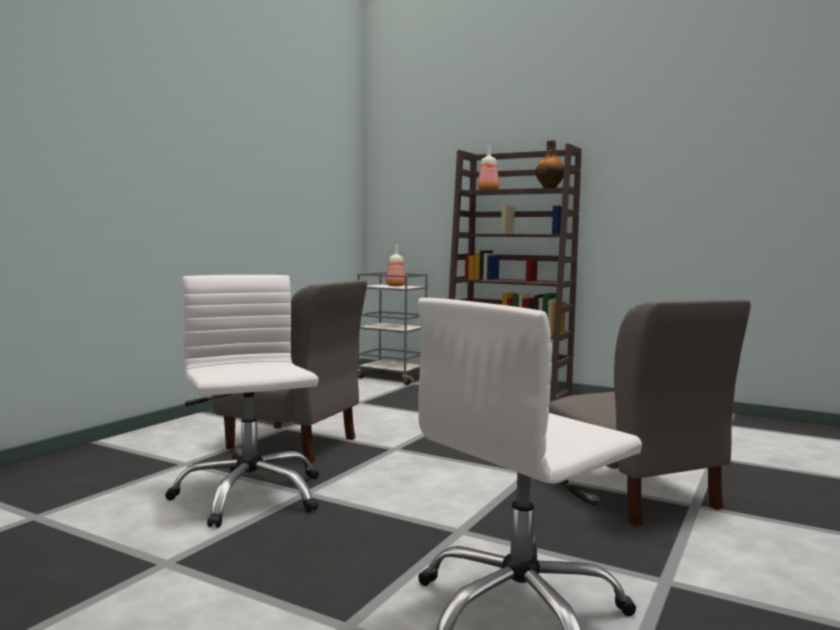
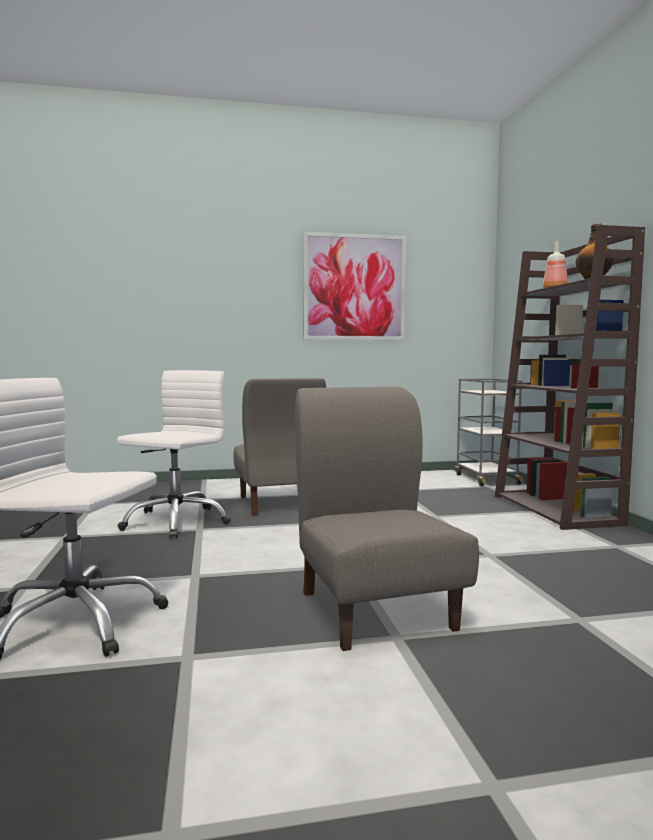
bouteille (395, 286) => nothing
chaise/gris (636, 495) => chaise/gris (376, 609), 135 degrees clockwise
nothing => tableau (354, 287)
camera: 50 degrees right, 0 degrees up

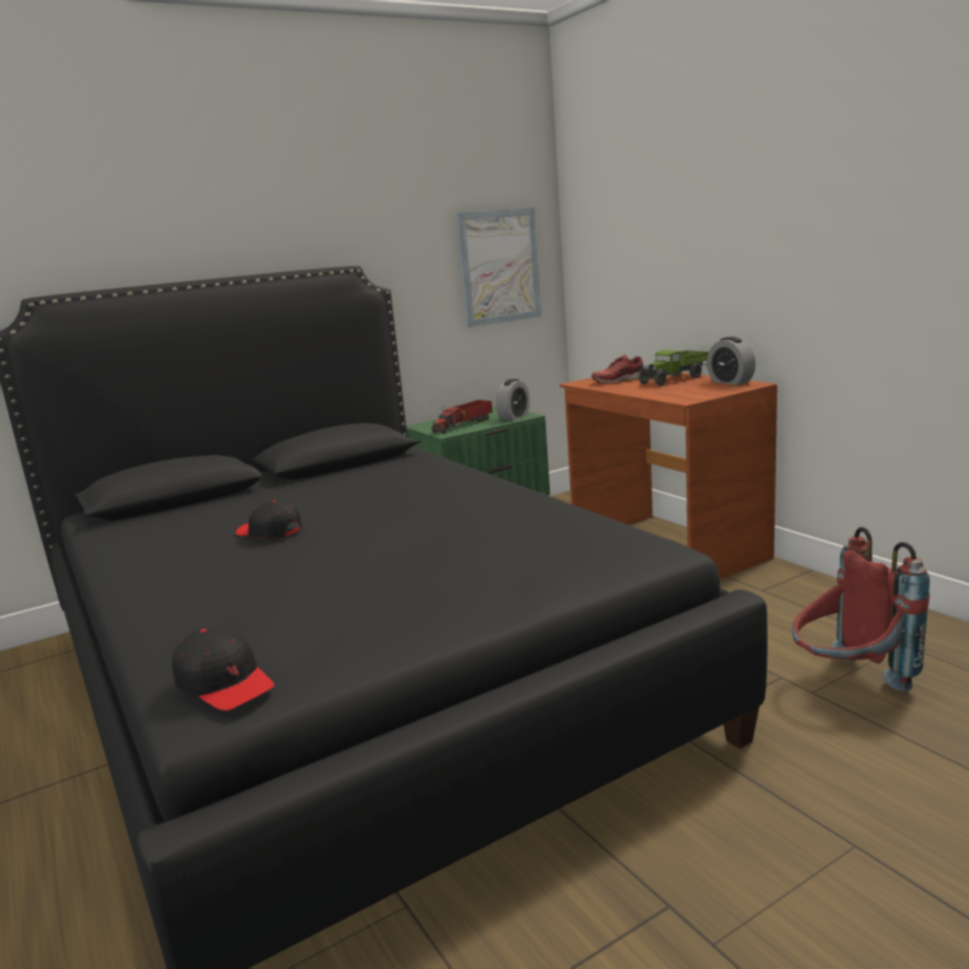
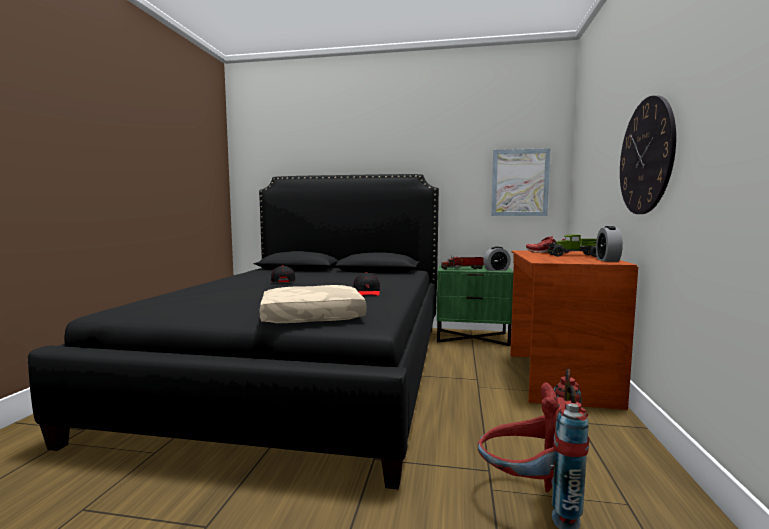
casquette/noir (224, 683) => casquette/noir (367, 292), shifted
nothing => coussin/beige (311, 317)
nothing => horloge murale (646, 156)
camera: 40 degrees right, 10 degrees down

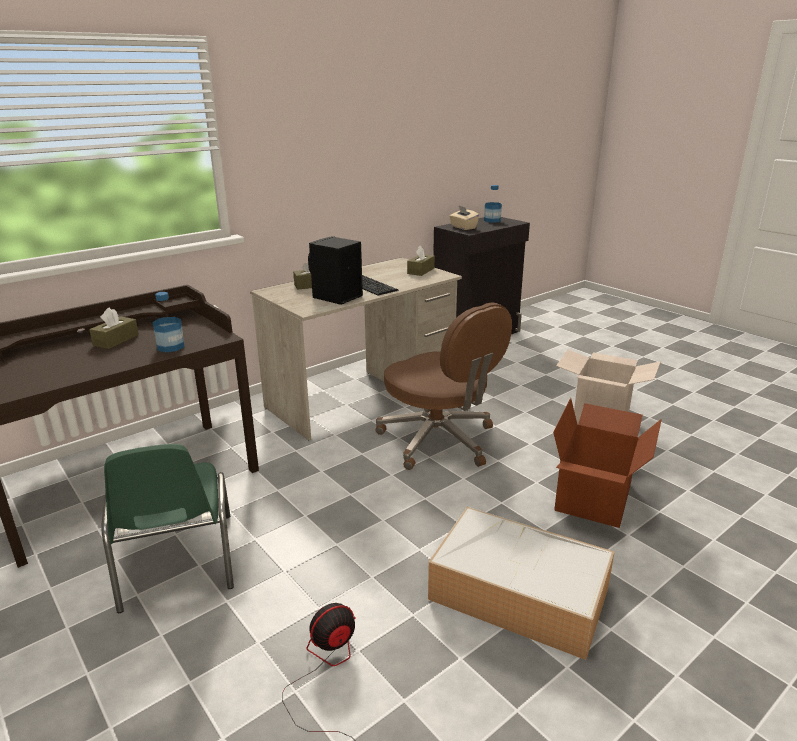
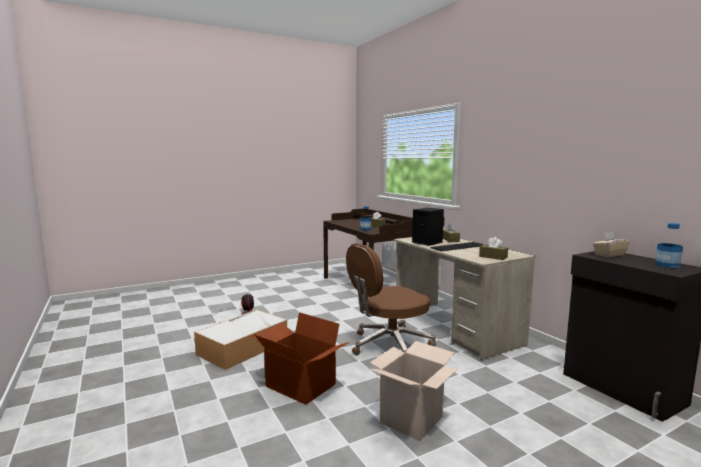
chaise/vert (176, 562) => nothing
camera: 100 degrees right, 15 degrees down

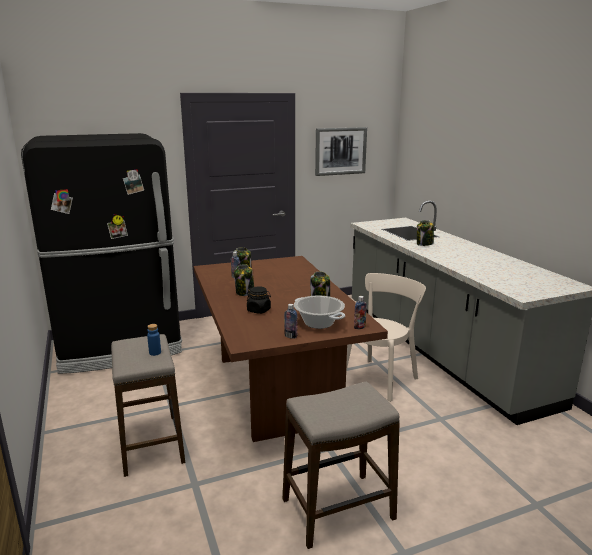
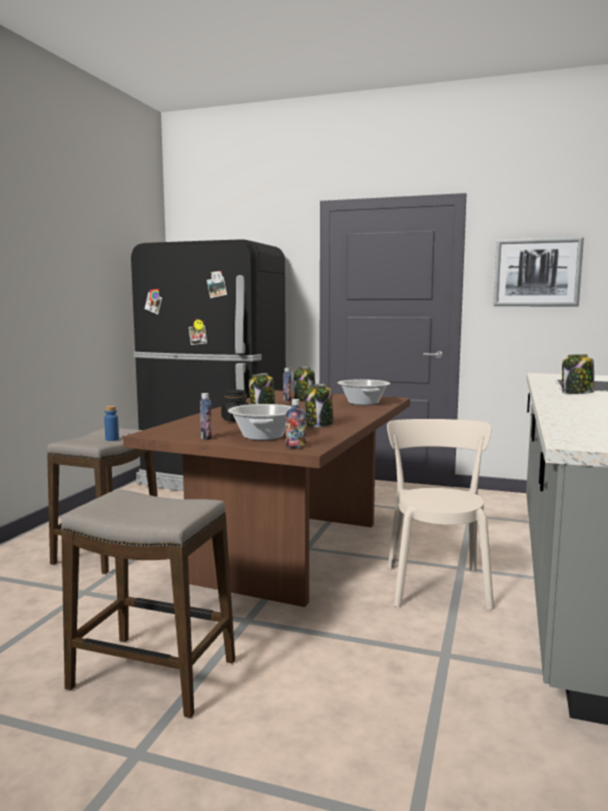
chaise/beige (381, 378) => chaise/beige (436, 584), 75 degrees counterclockwise
nothing => marmite (363, 403)
camera: 40 degrees right, 10 degrees down

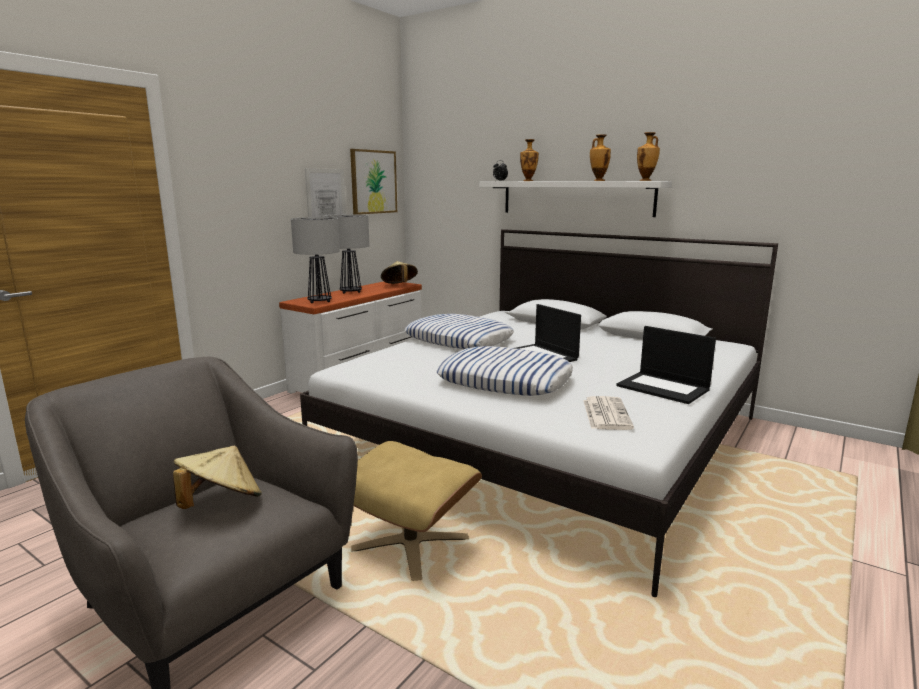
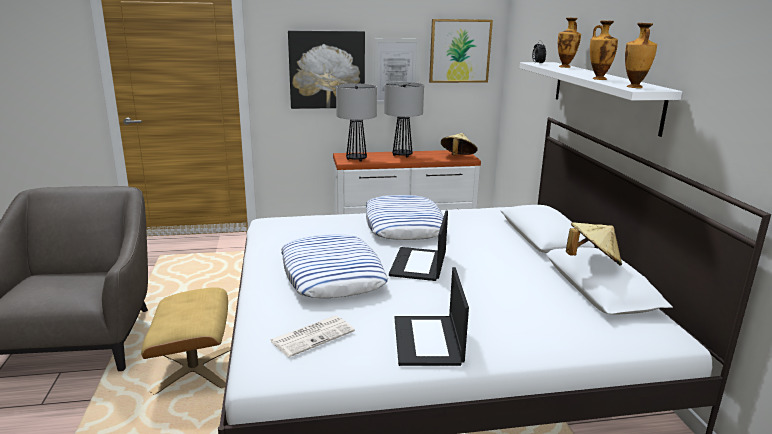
chapeau/beige (221, 503) => chapeau/beige (592, 261), shifted
nothing => tableau (327, 69)
camera: 45 degrees right, 5 degrees up

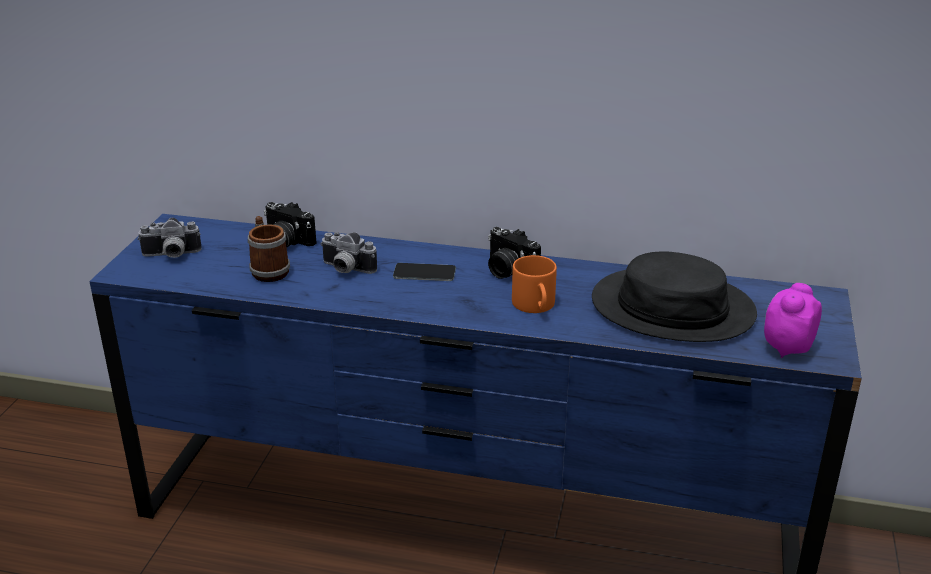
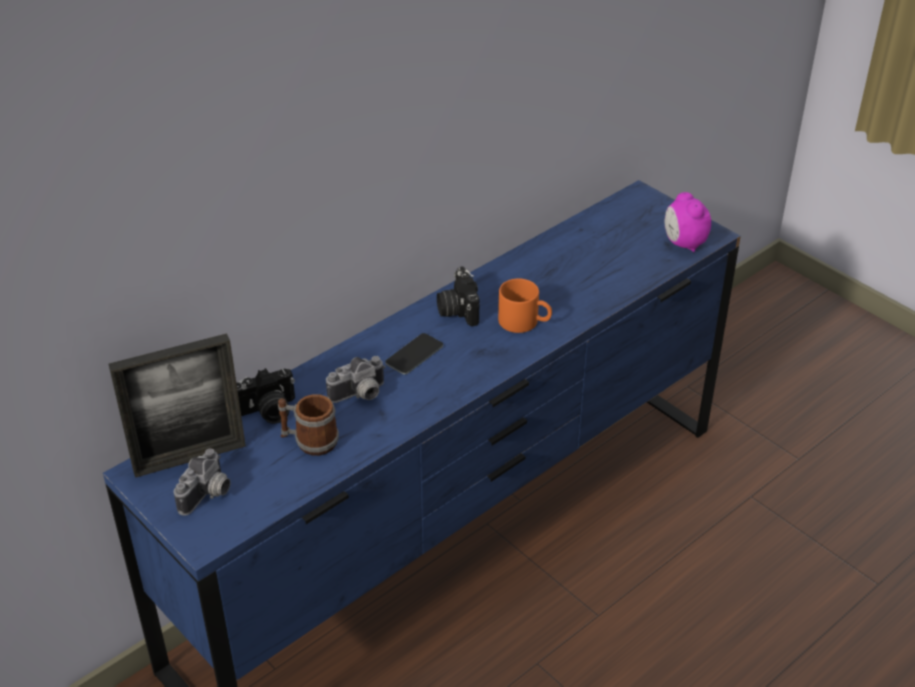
appareil photo (508, 270) => appareil photo (457, 310), 90 degrees clockwise
chapeau/noir (672, 308) => nothing
nothing => cadre photo (189, 458)
camera: 55 degrees left, 10 degrees up

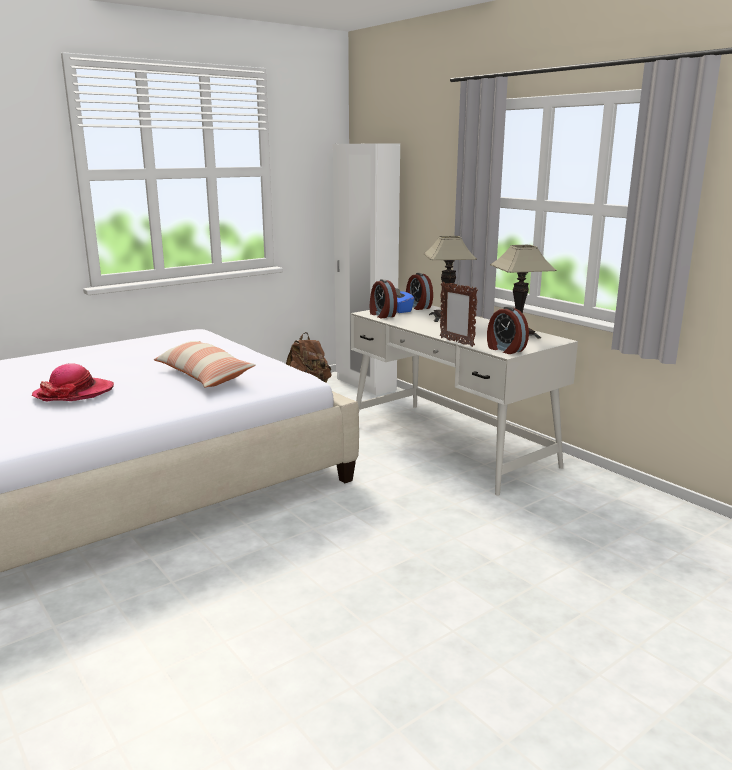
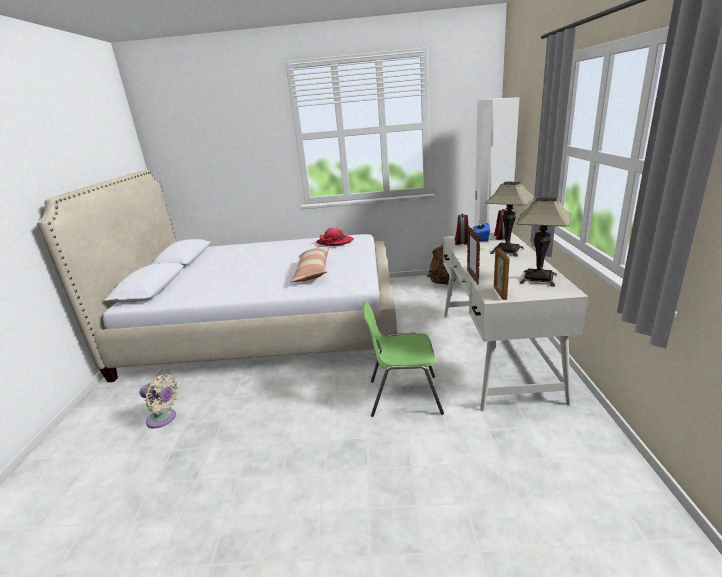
chapeau (74, 393) => chapeau (335, 242), shifted
réveil (505, 349) => cadre photo (499, 293)
nothing => ventilateur/beige (164, 419)
nothing => chaise/vert (403, 396)
camera: 40 degrees right, 5 degrees up

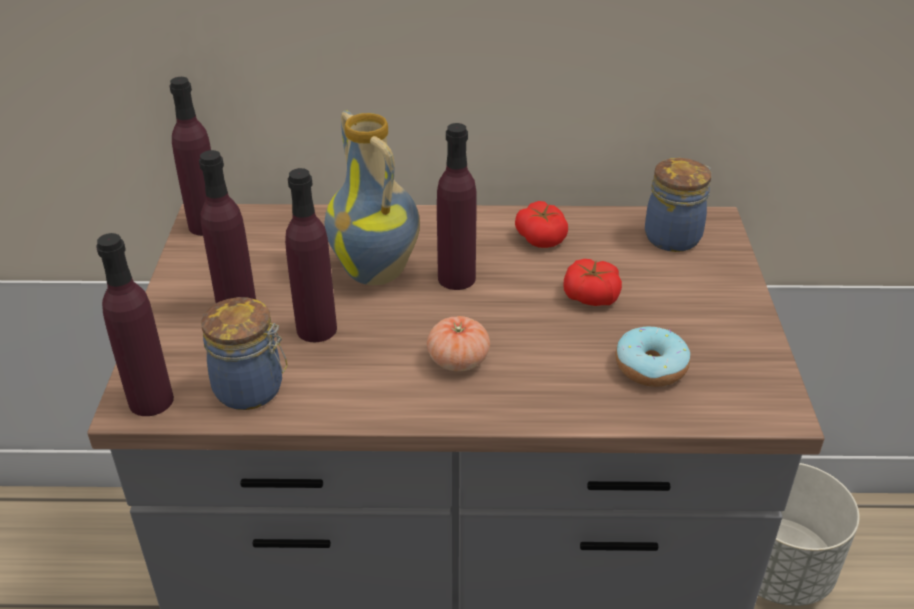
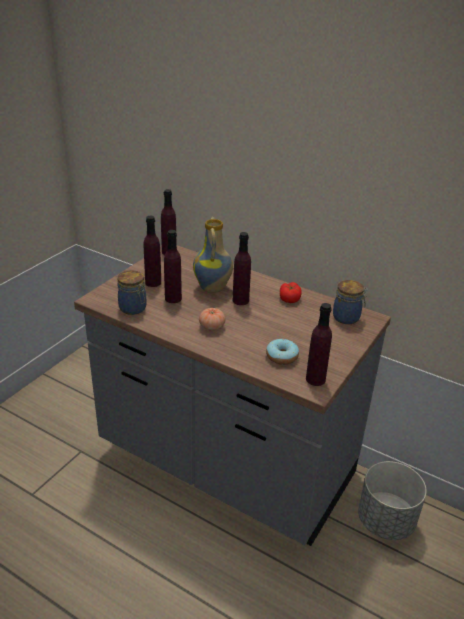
bouteille/violet (151, 400) => bouteille/violet (315, 379), shifted
tomate (591, 296) => nothing
camera: 30 degrees right, 5 degrees down

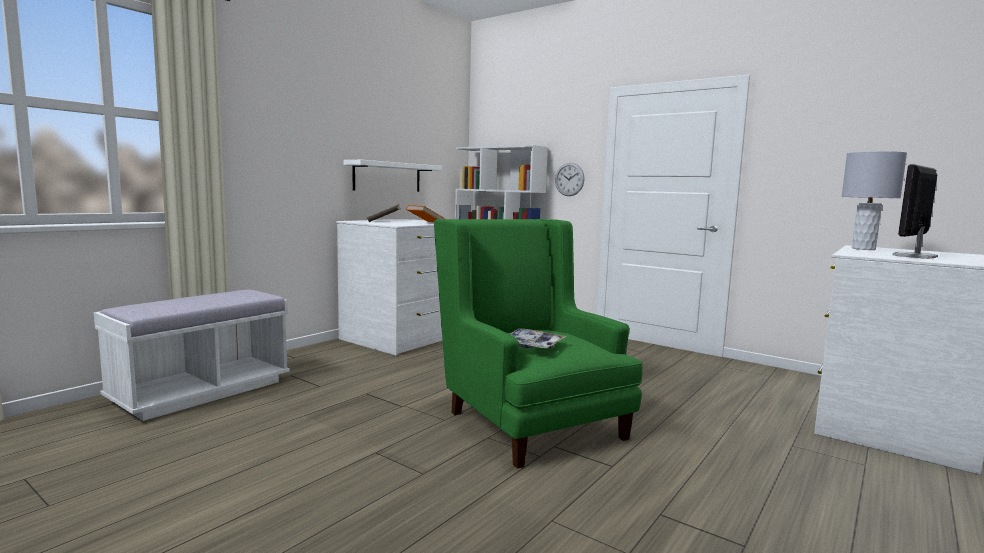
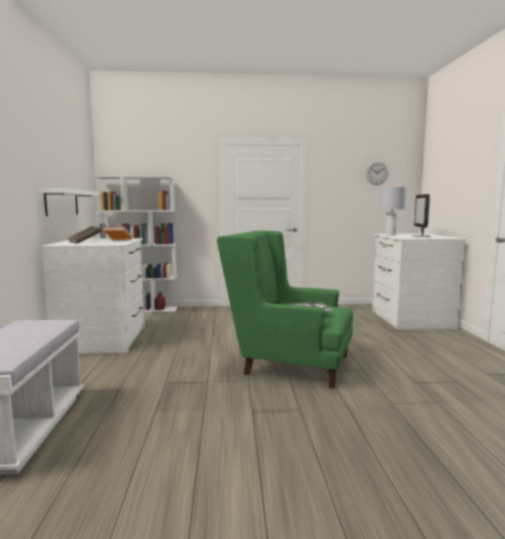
horloge murale (569, 179) => horloge murale (377, 172), shifted
camera: 40 degrees left, 0 degrees up

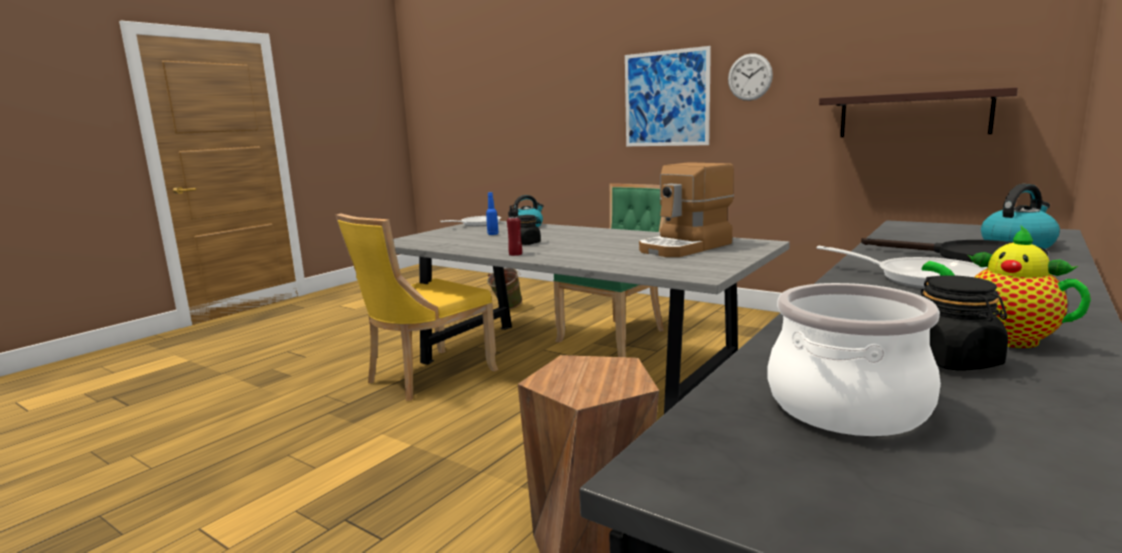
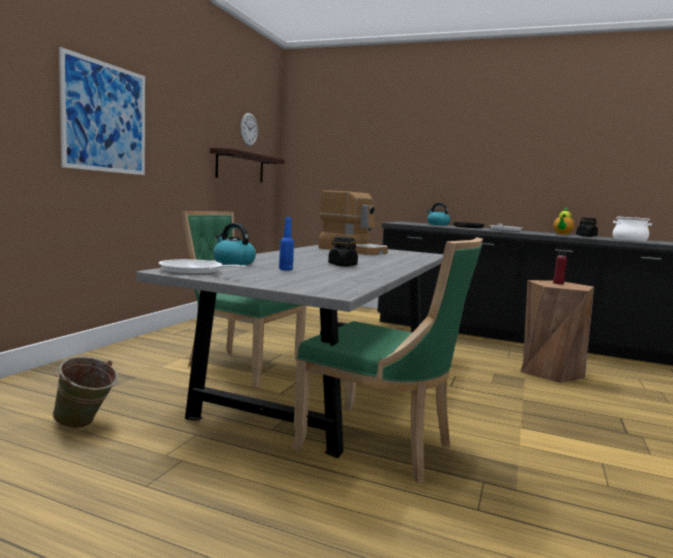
chaise/jaune (426, 377) => chaise/vert (381, 446)
bouteille/rouge (515, 254) => bouteille/rouge (558, 283), shifted
horloge murale (750, 77) => horloge murale (249, 129), shifted
camera: 105 degrees left, 5 degrees down

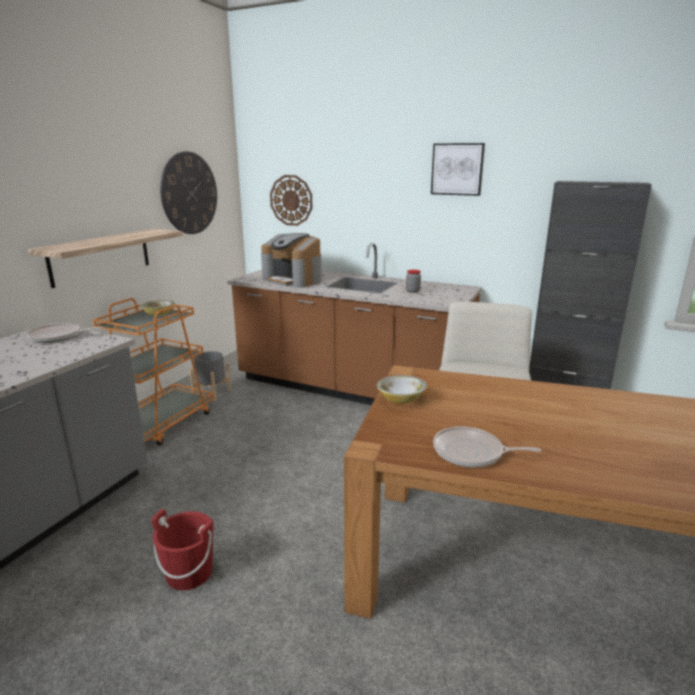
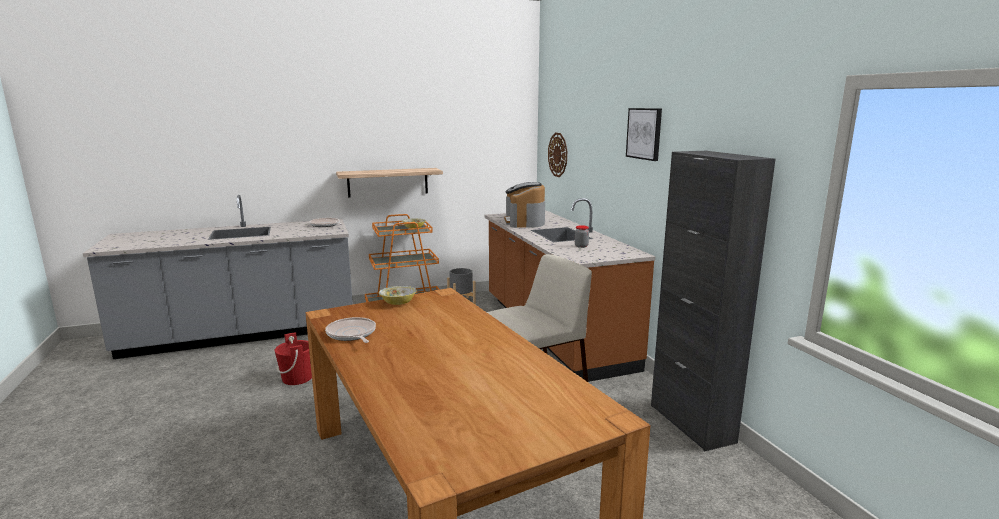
horloge murale (189, 193) => nothing
camera: 45 degrees right, 5 degrees down

